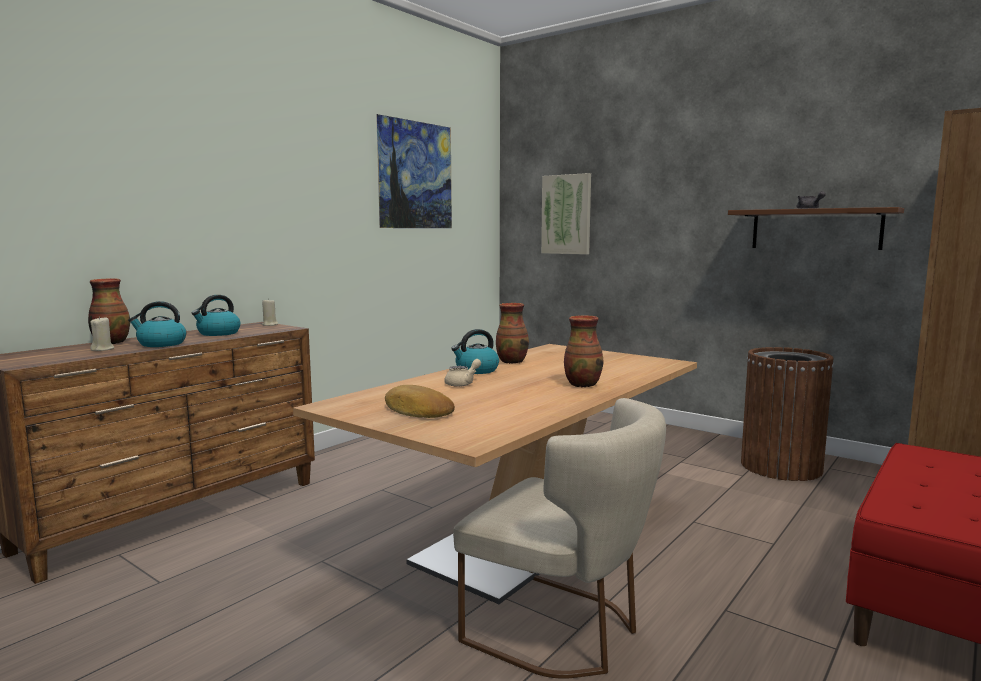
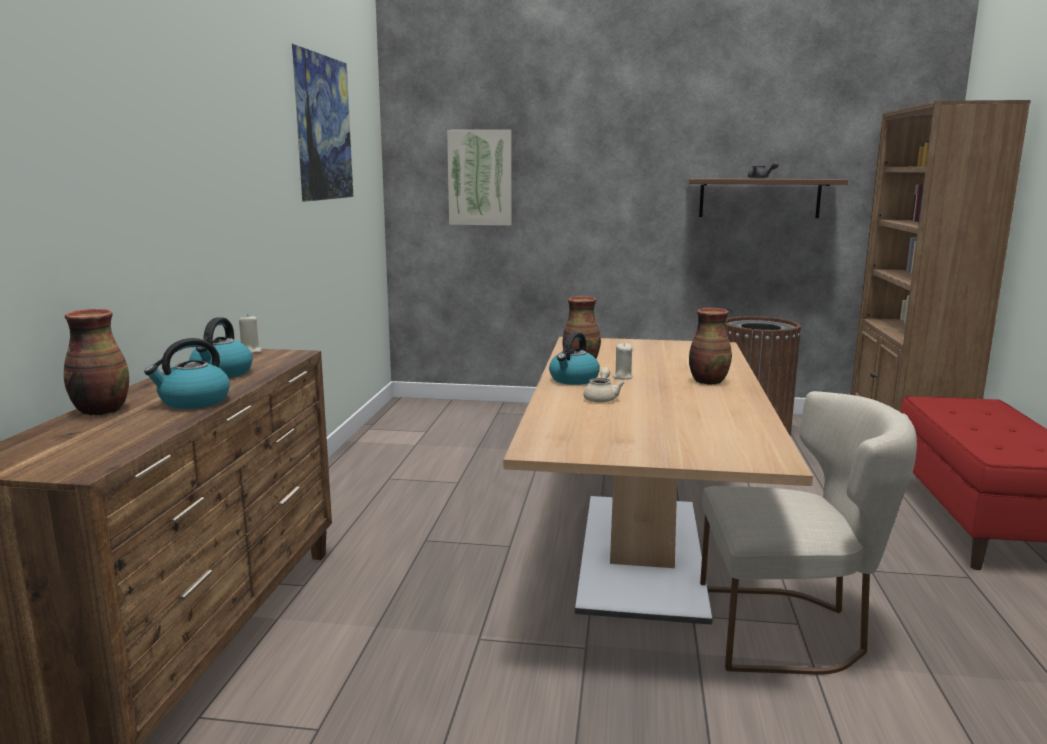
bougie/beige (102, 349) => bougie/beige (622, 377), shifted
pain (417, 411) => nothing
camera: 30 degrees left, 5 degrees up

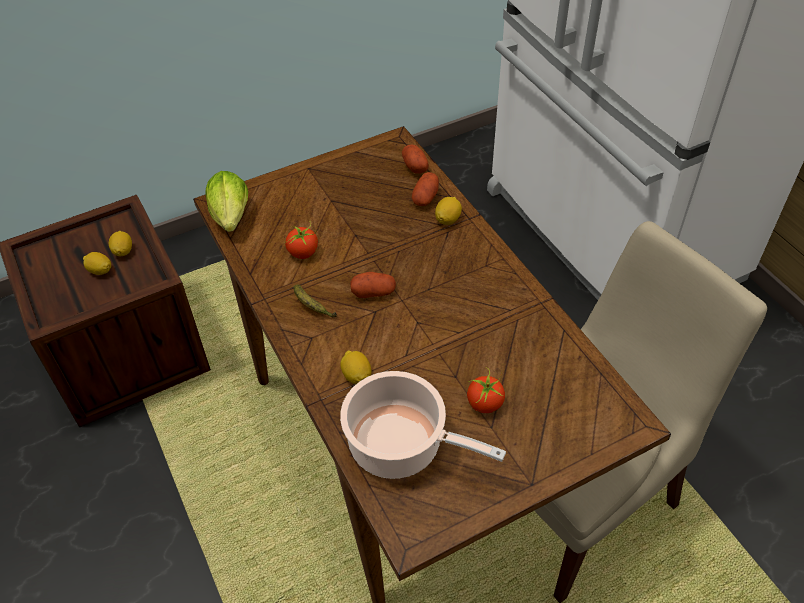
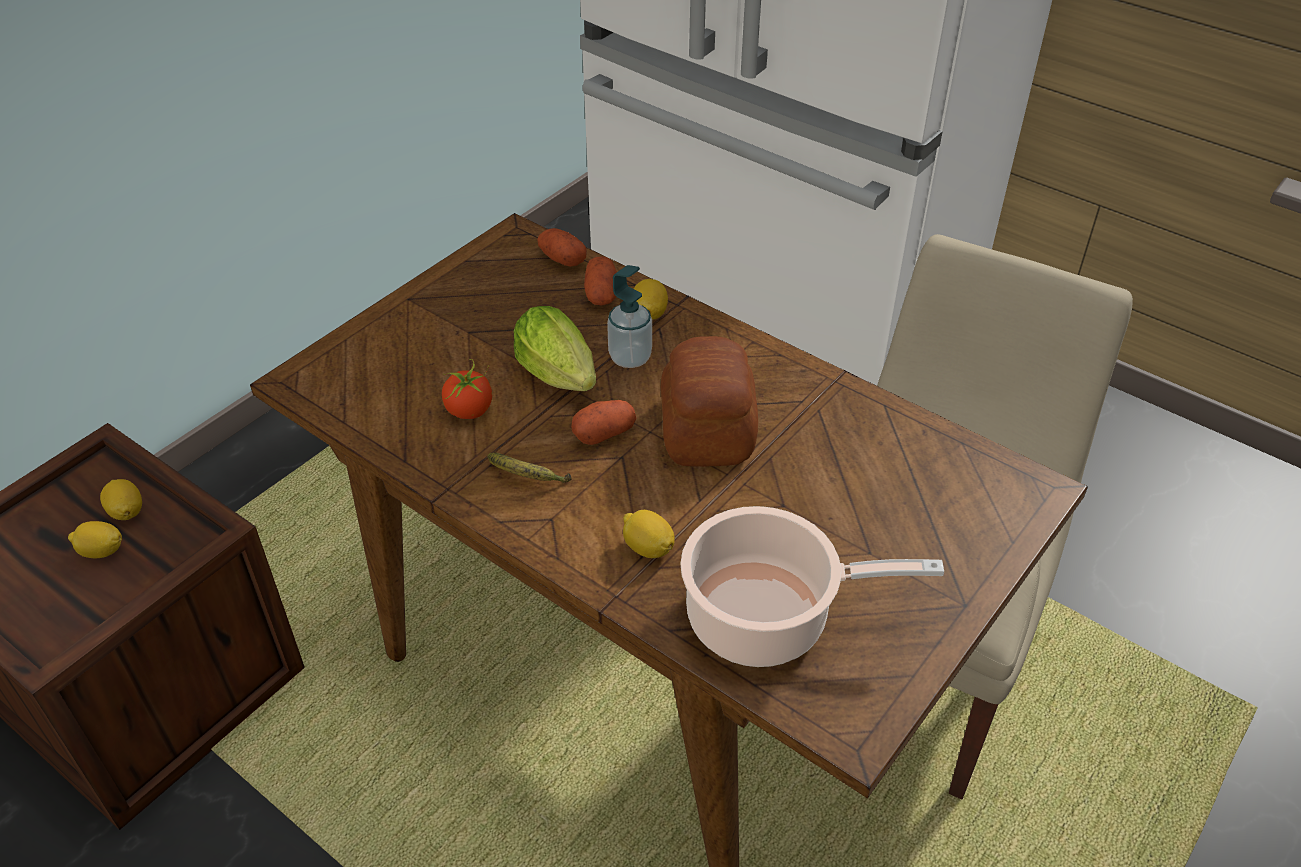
laitue (231, 219) => laitue (561, 379), shifted
tomate (485, 403) => nothing
nothing => distributeur de savon (630, 358)
nothing => pain (706, 430)
camera: 25 degrees left, 5 degrees down

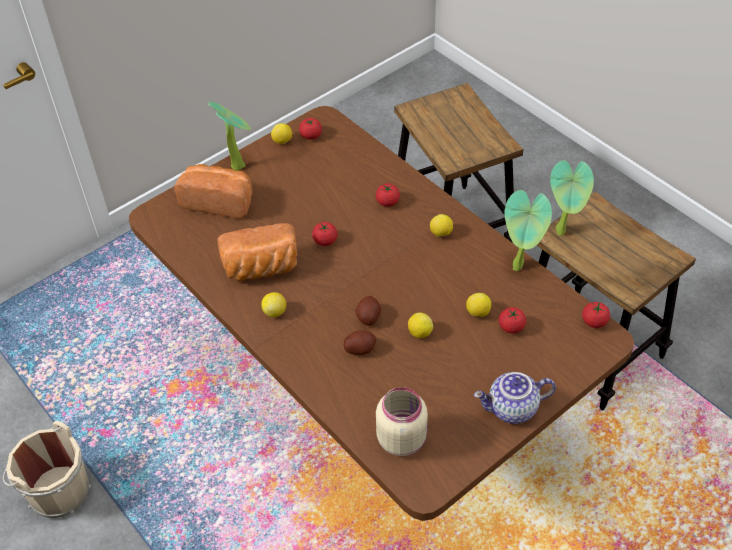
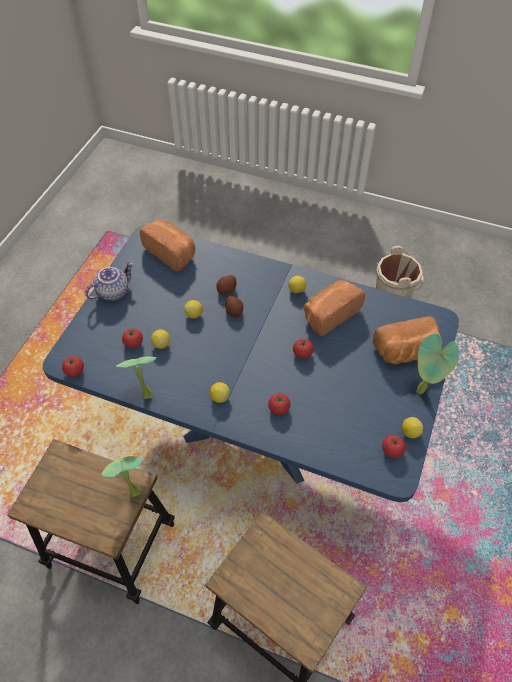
table à manger/marron (371, 400) => table à manger/bleu (255, 426)
bocal/beige (402, 438) => pain (172, 252)
camera: 150 degrees right, 5 degrees up

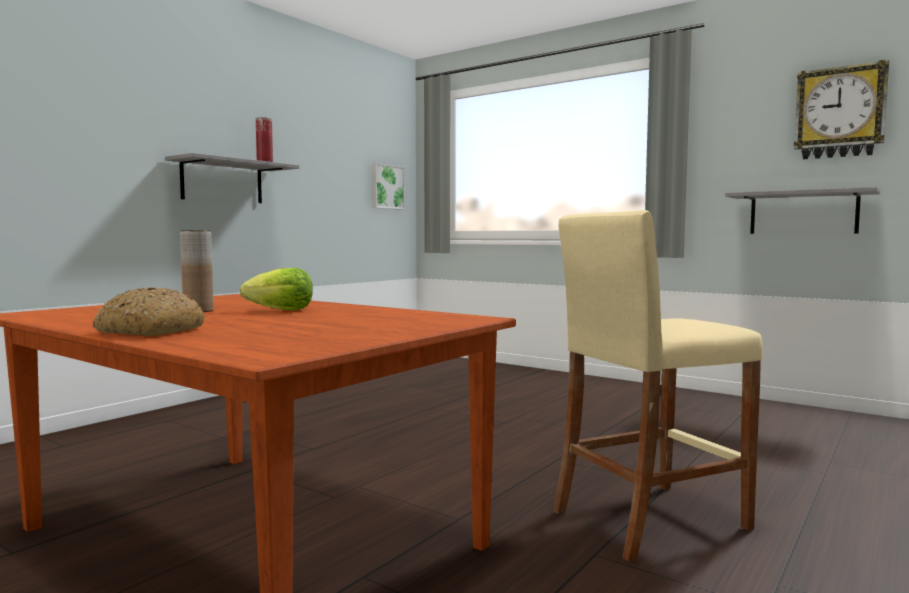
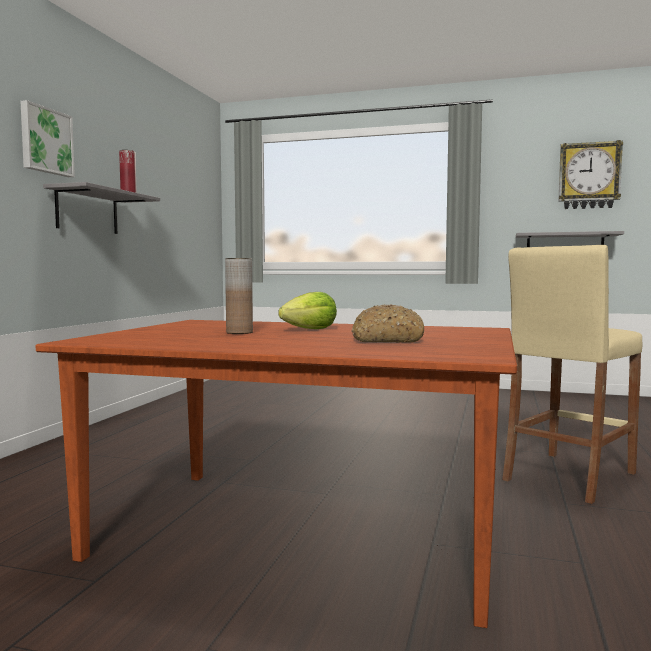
pain (149, 331) => pain (386, 340), shifted
tableau (386, 187) => tableau (45, 141), shifted
camera: 20 degrees left, 0 degrees up

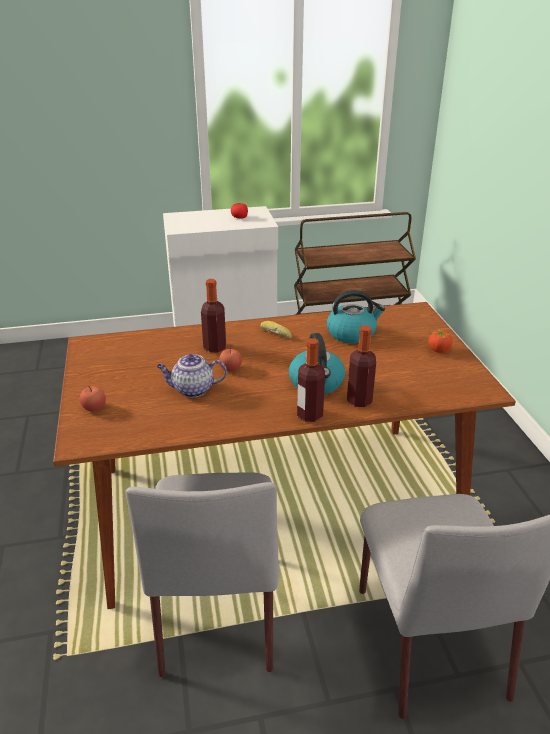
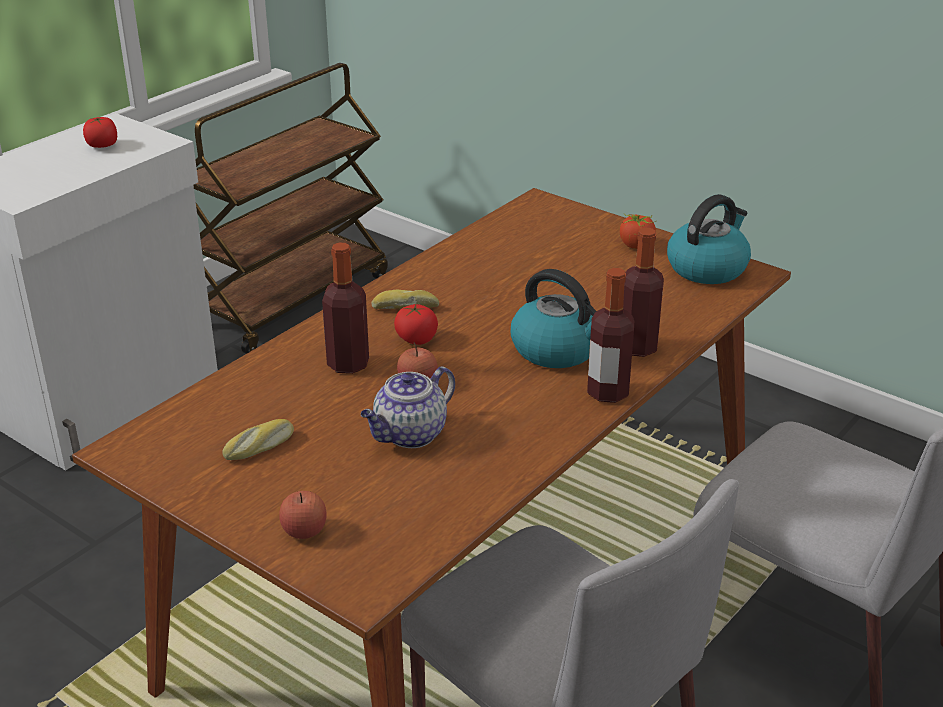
bouilloire (352, 333) => bouilloire (707, 267), shifted
nothing => pain (260, 447)
nothing => tomate (416, 339)
camera: 40 degrees left, 0 degrees up

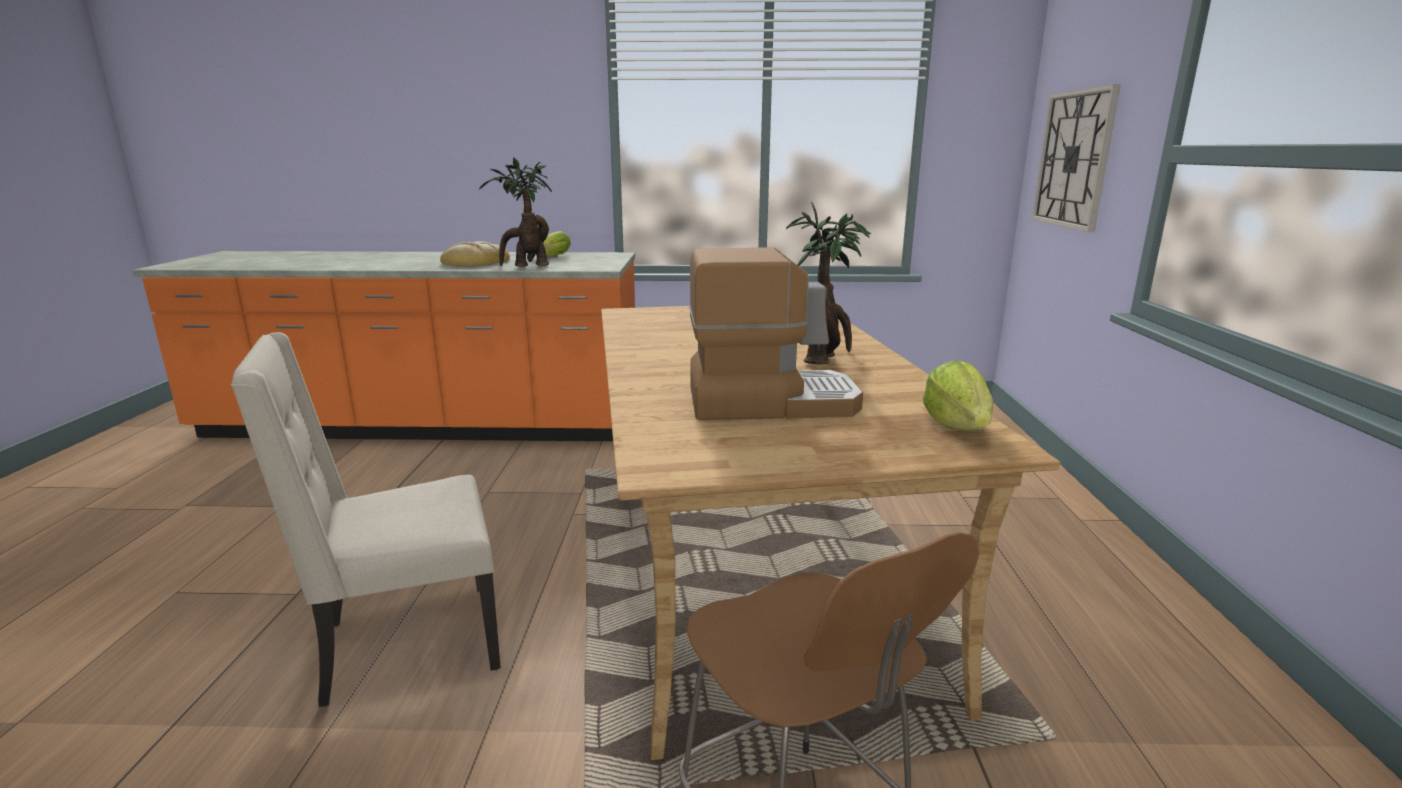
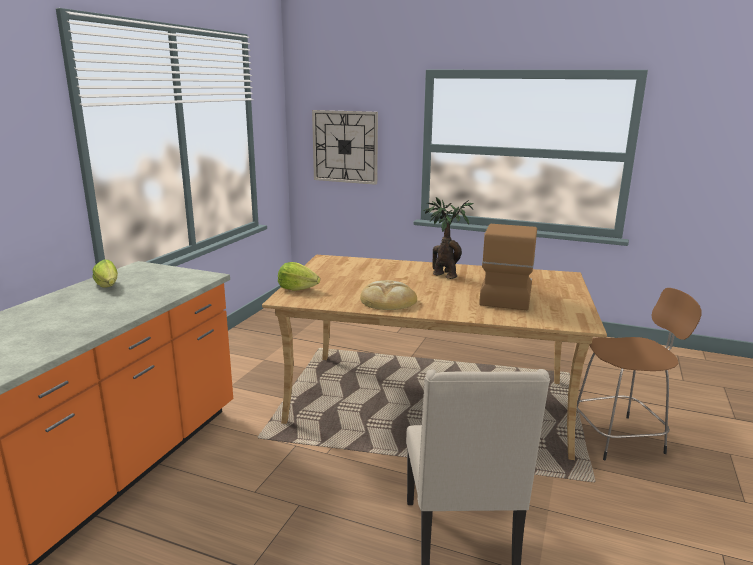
pain (475, 262) => pain (388, 300), shifted
plante en pot (527, 266) => nothing
laitue (957, 426) => laitue (297, 289), shifted
camera: 70 degrees left, 0 degrees up

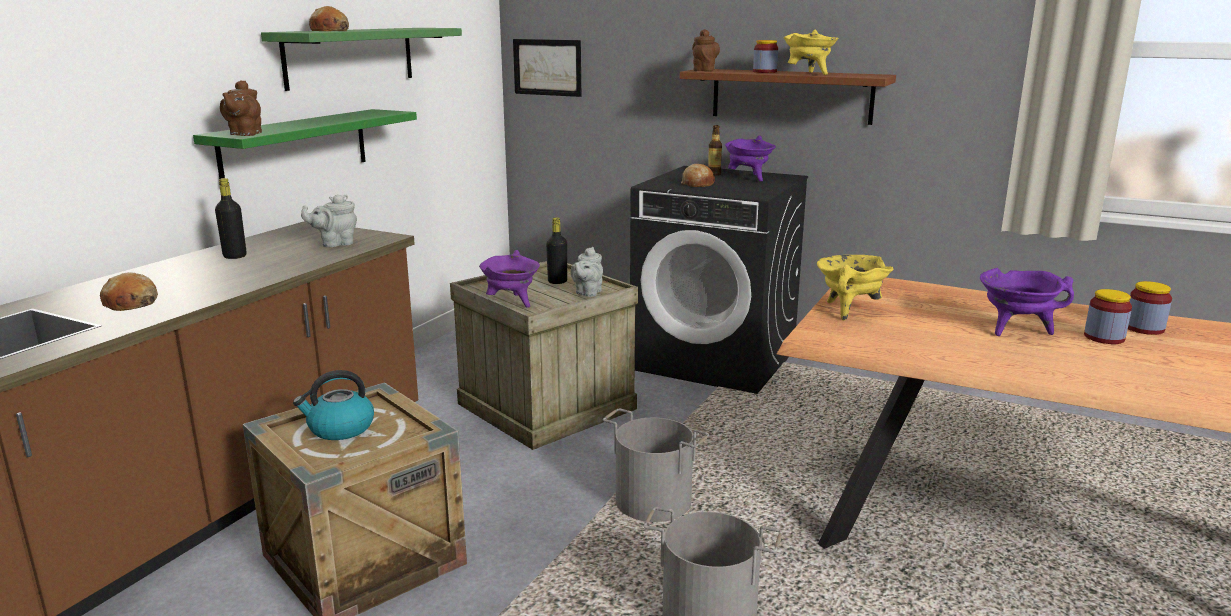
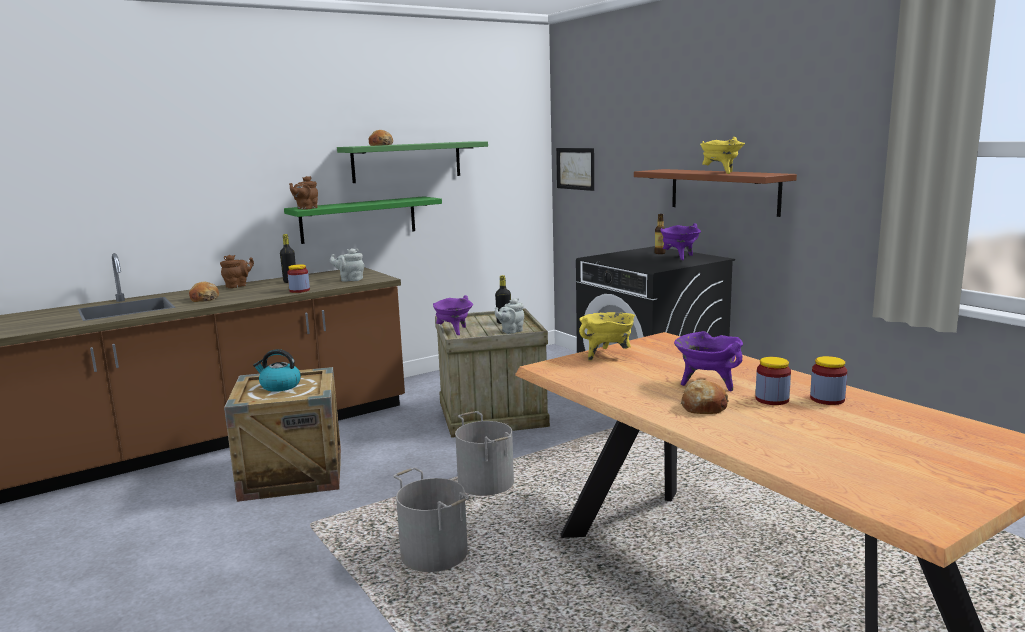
pain (697, 184) => pain (703, 407), shifted
théière/marron (704, 70) => théière/marron (238, 286), shifted
bocal (764, 72) => bocal (299, 290), shifted
camera: 30 degrees right, 5 degrees down

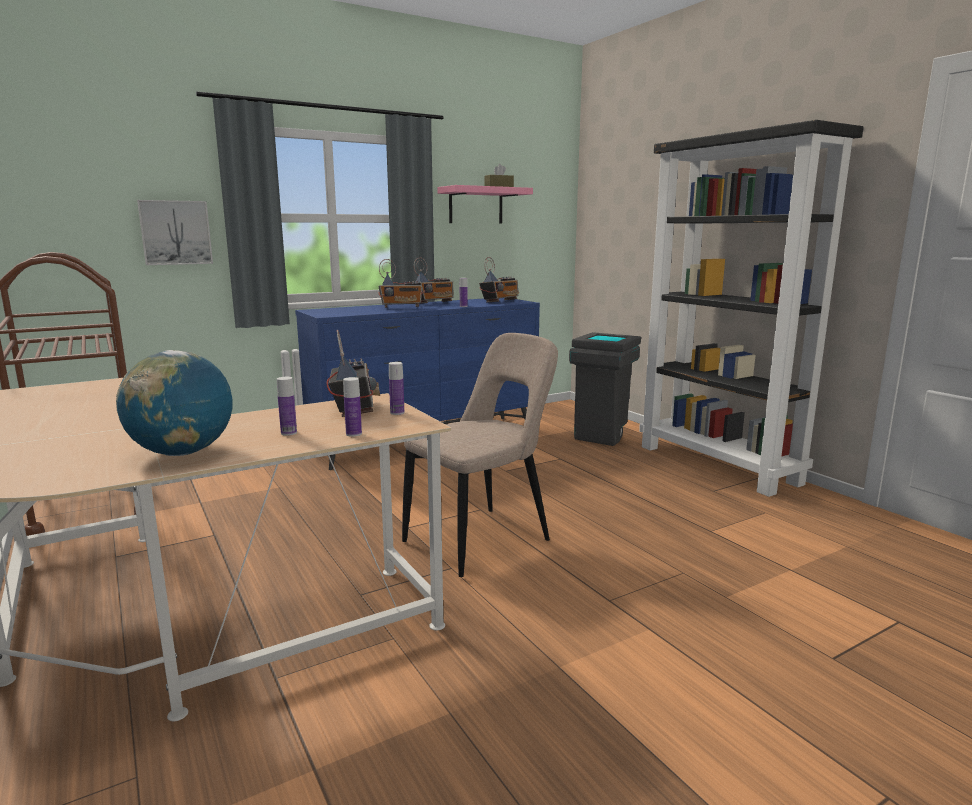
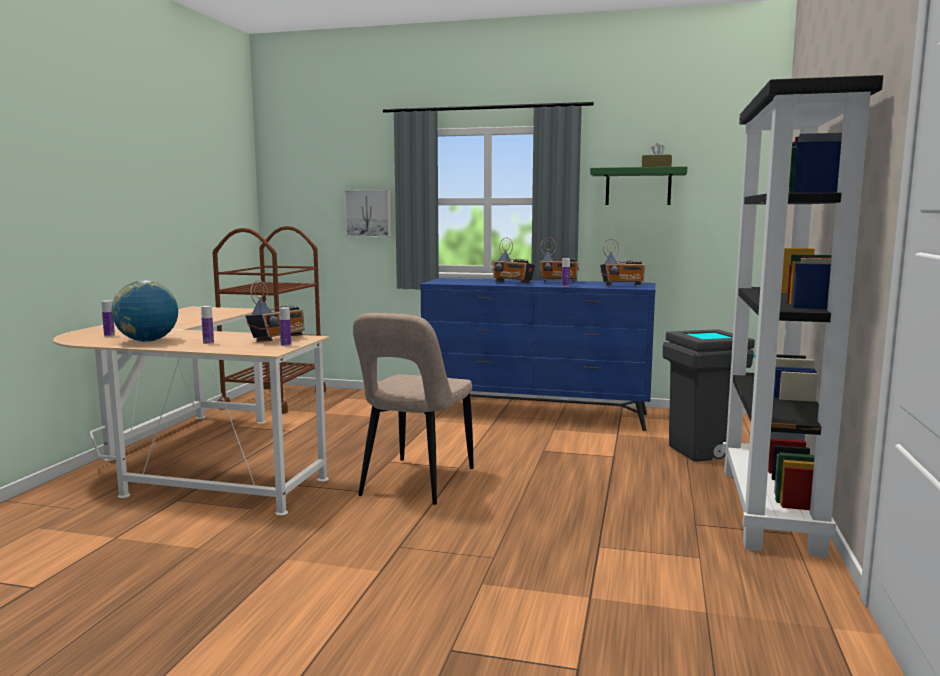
bouteille (354, 434) => bouteille (109, 335), shifted
chaise/beige (482, 539) => chaise/beige (414, 484), 105 degrees clockwise
étagère/rose (476, 206) => étagère/vert (638, 187)
camera: 45 degrees right, 5 degrees down

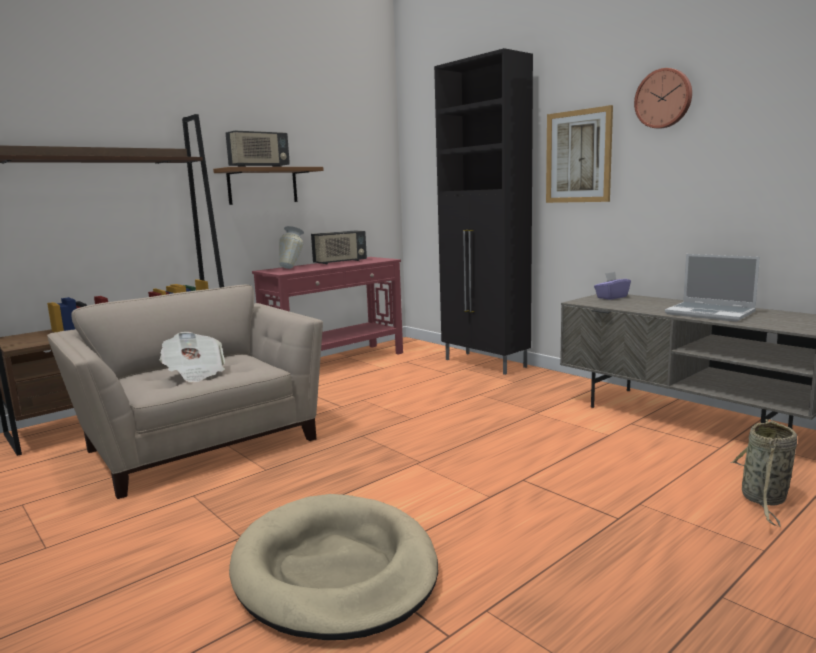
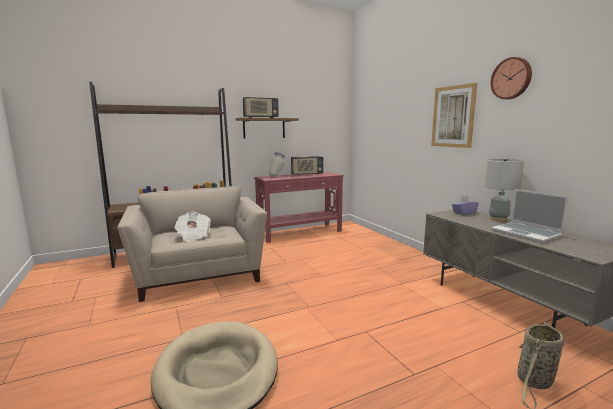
meuble de rangement/noir (485, 363) => nothing
nothing => lampe de table/gris (498, 219)
camera: 15 degrees right, 0 degrees up

